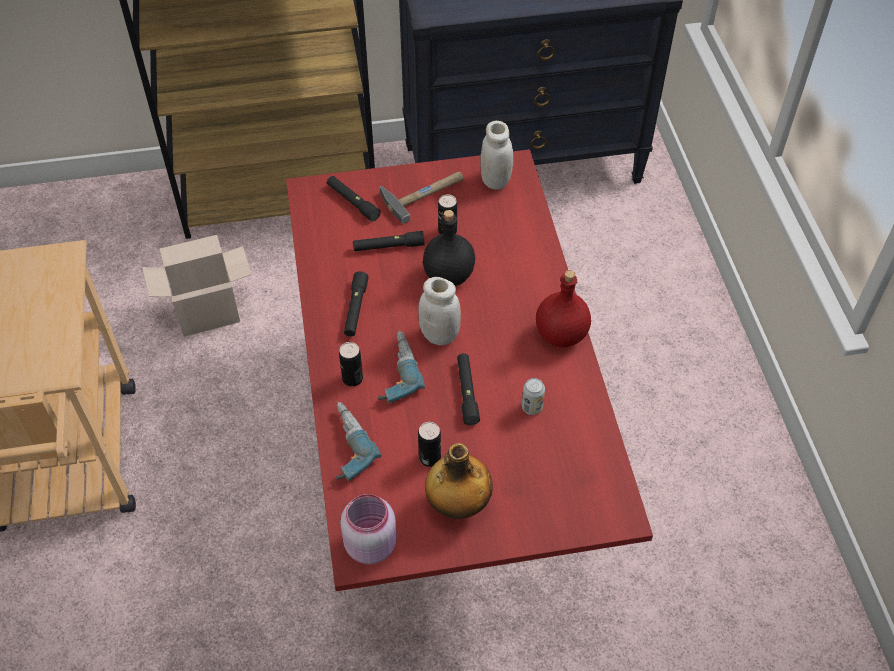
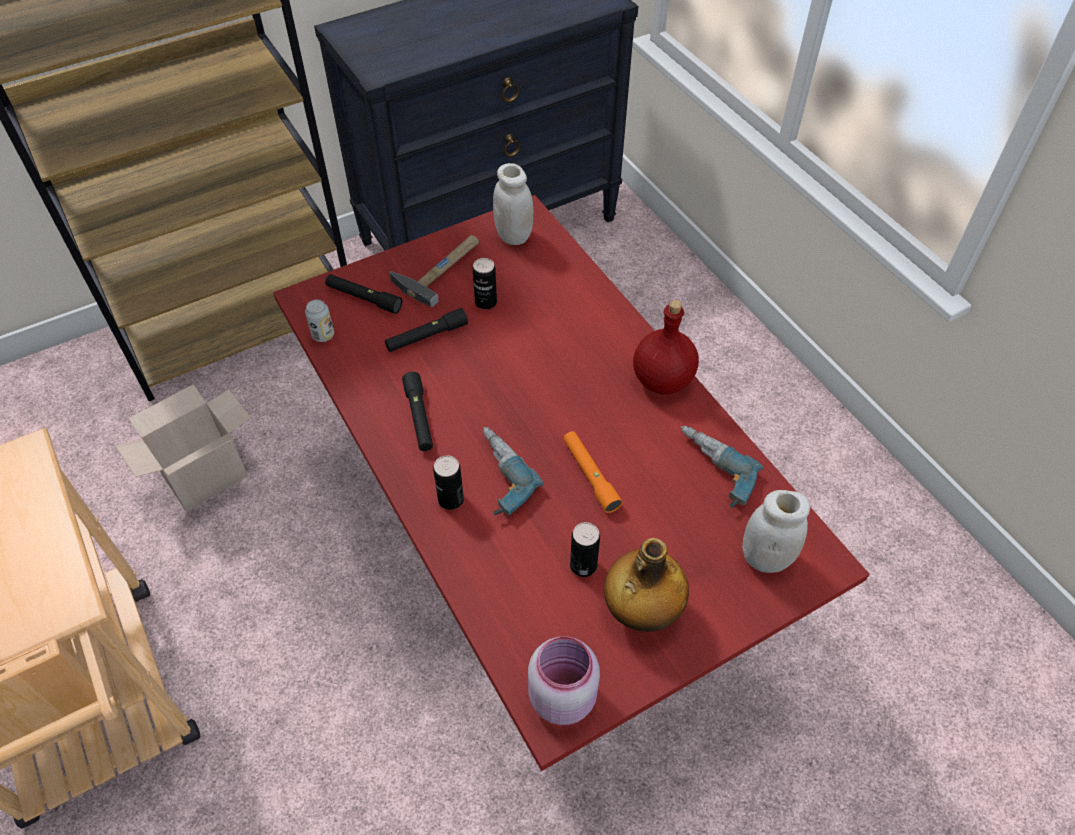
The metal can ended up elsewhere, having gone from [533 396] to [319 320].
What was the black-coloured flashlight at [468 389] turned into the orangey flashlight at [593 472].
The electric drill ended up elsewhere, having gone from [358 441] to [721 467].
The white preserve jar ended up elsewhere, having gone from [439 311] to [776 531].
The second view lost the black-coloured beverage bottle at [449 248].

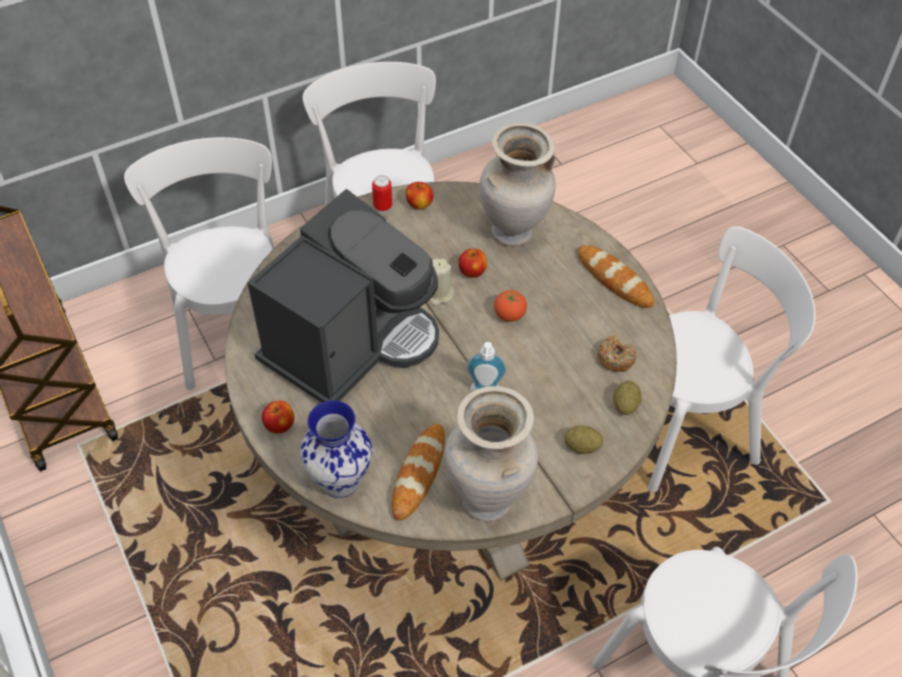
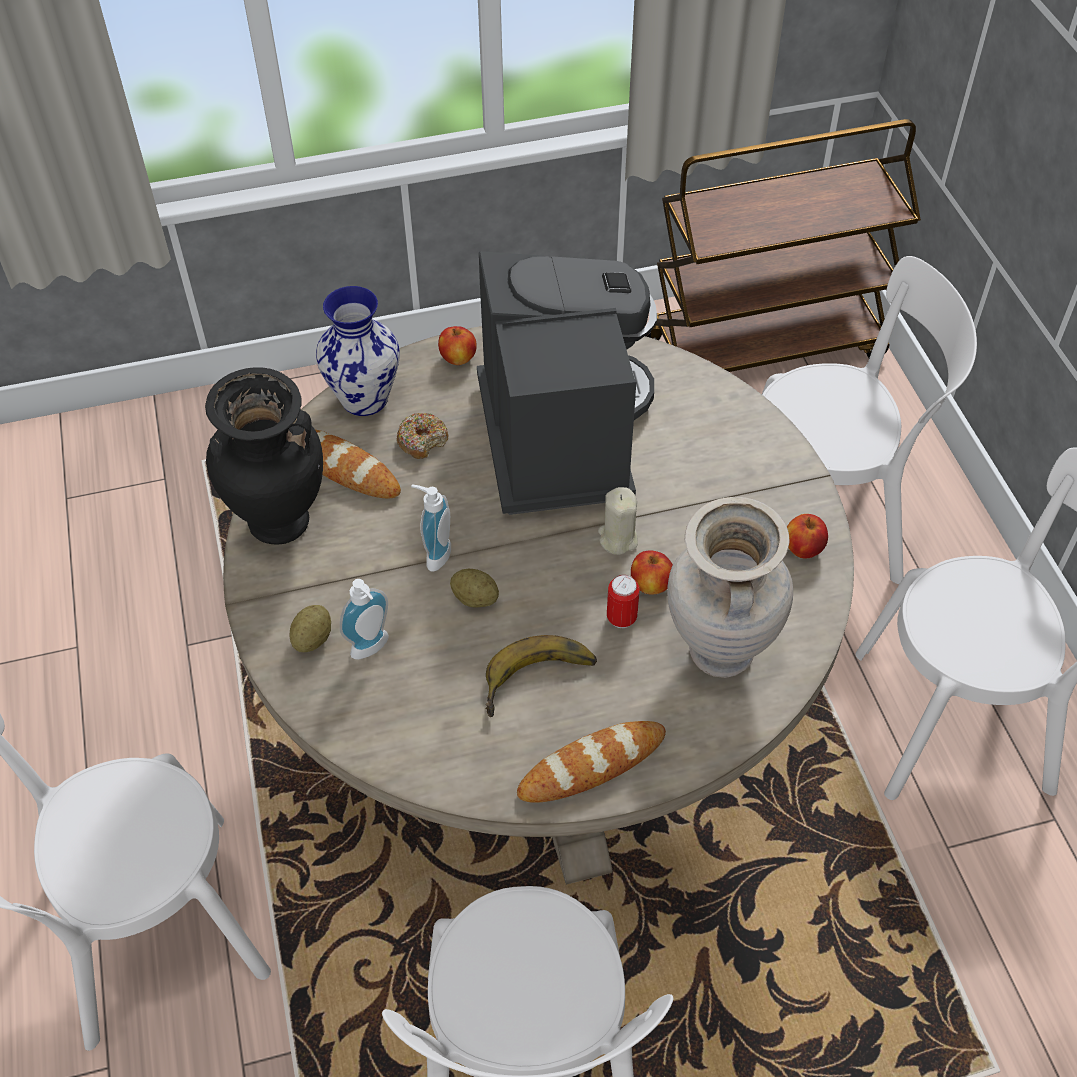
What was the beige-coloured flower vase at [491 453] turned into the black-coloured flower vase at [264 456].
The second view gained the soap dispenser at [364 619].
The ring doughnut ended up elsewhere, having gone from [616 353] to [422 436].
The potato ended up elsewhere, having gone from [627 398] to [474 588].
The coffee brewer at [343 296] ended up facing another way, 150 degrees counterclockwise from before.
The second view gained the banana fruit at [541 676].
The metal can ended up elsewhere, having gone from [382 194] to [623 601].
The second view lost the fresh tomato at [510 306].

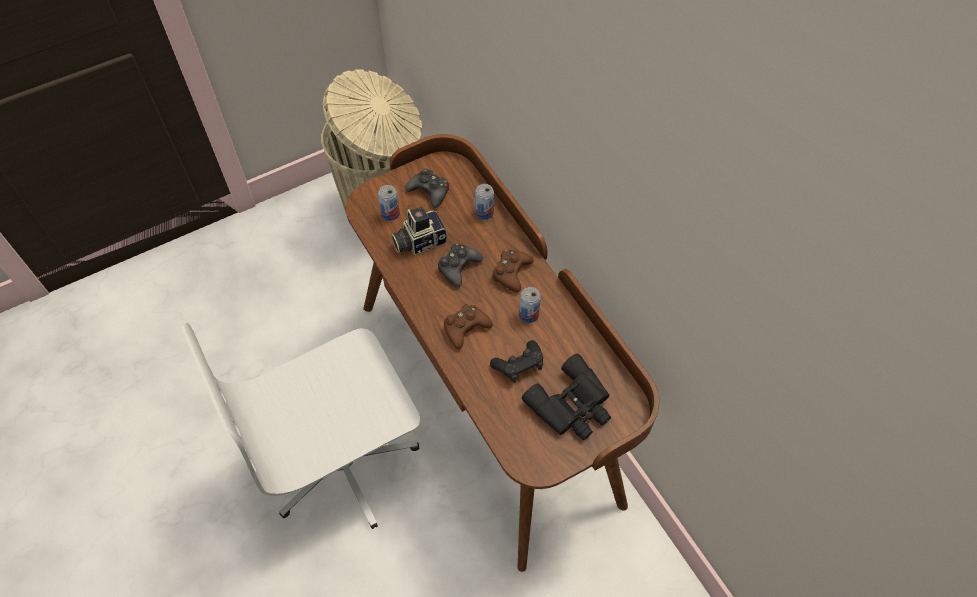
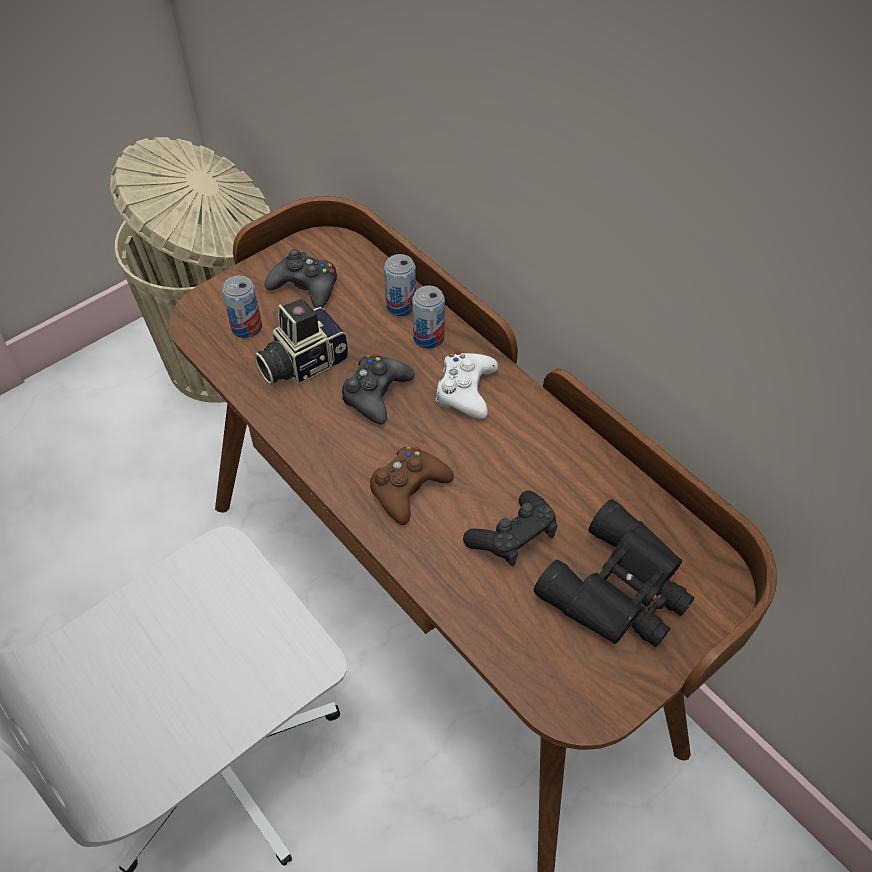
The metal can ended up elsewhere, having gone from [530 305] to [428 317].
What was the brown-coloured joypad at [513 270] turned into the white joypad at [466 385].

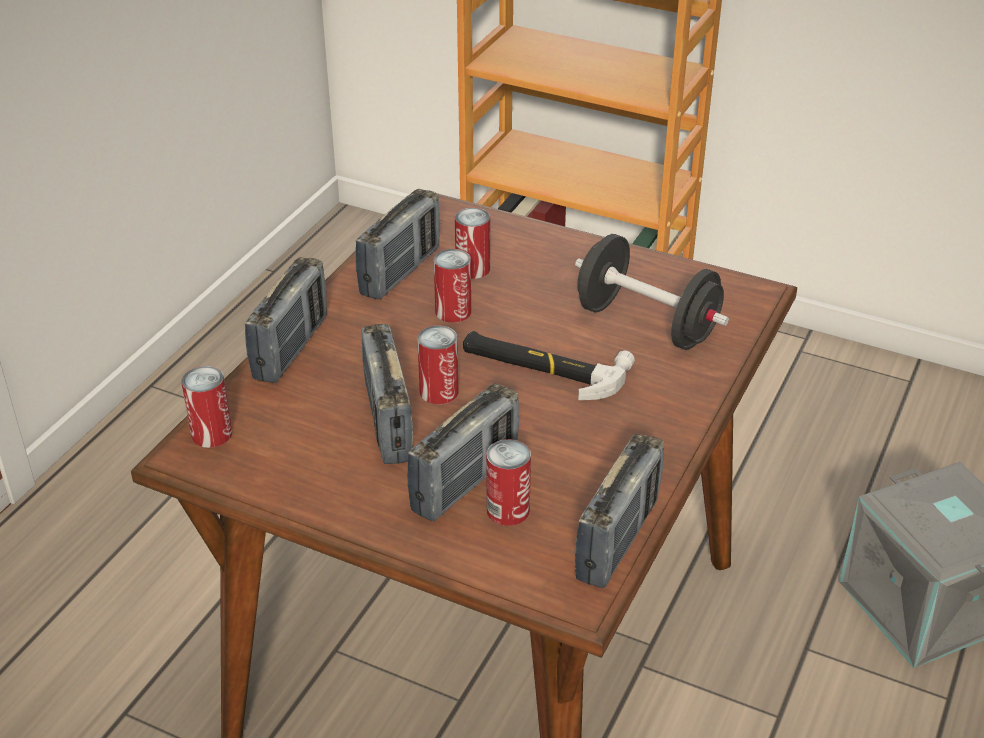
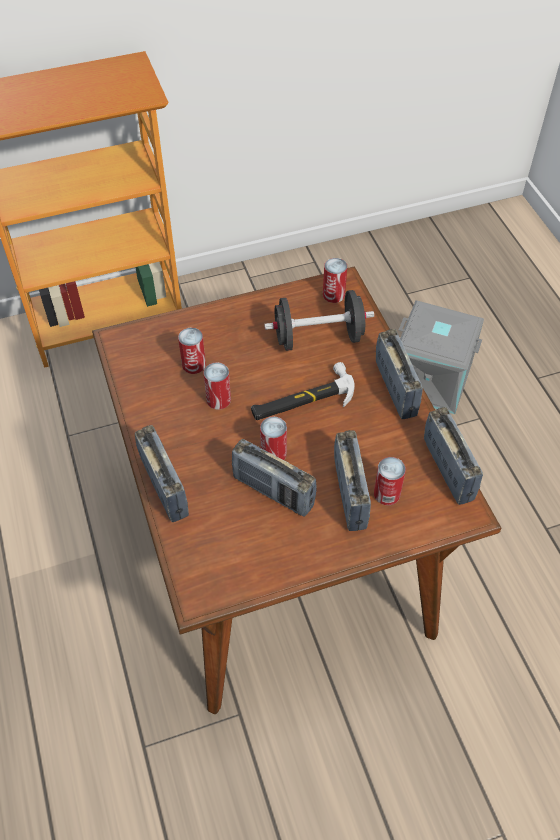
The metal can ended up elsewhere, having gone from [206 407] to [335 280].
The radio set ended up elsewhere, having gone from [397 244] to [399 374].

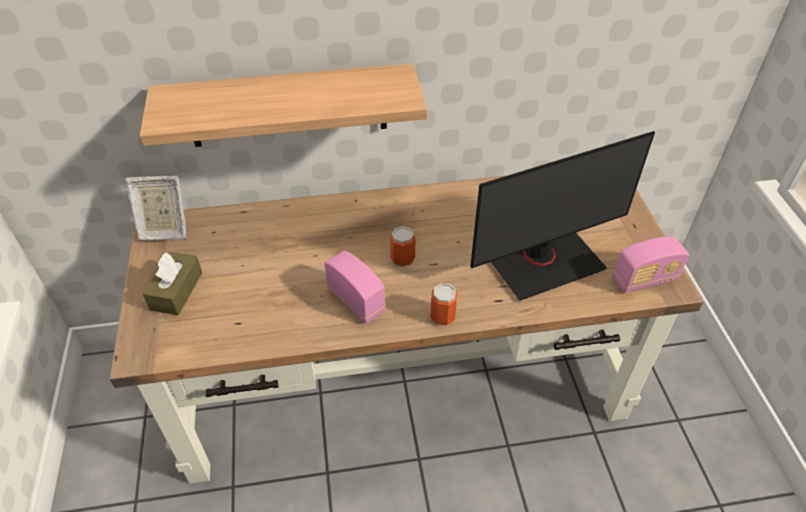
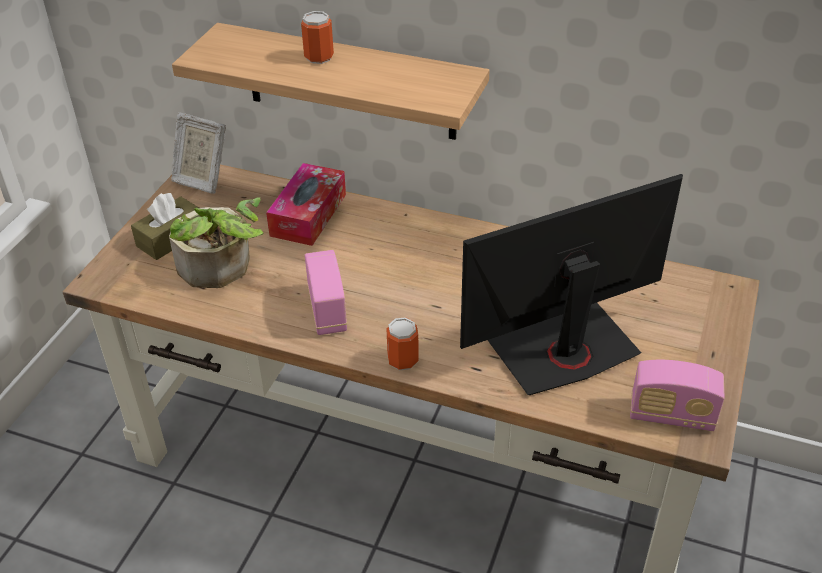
The second view gained the houseplant at [216 243].
The second view gained the tissue holder at [306 204].
The metal can ended up elsewhere, having gone from [403 246] to [317 37].
The computer screen at [562 216] ended up facing another way, 150 degrees clockwise from before.

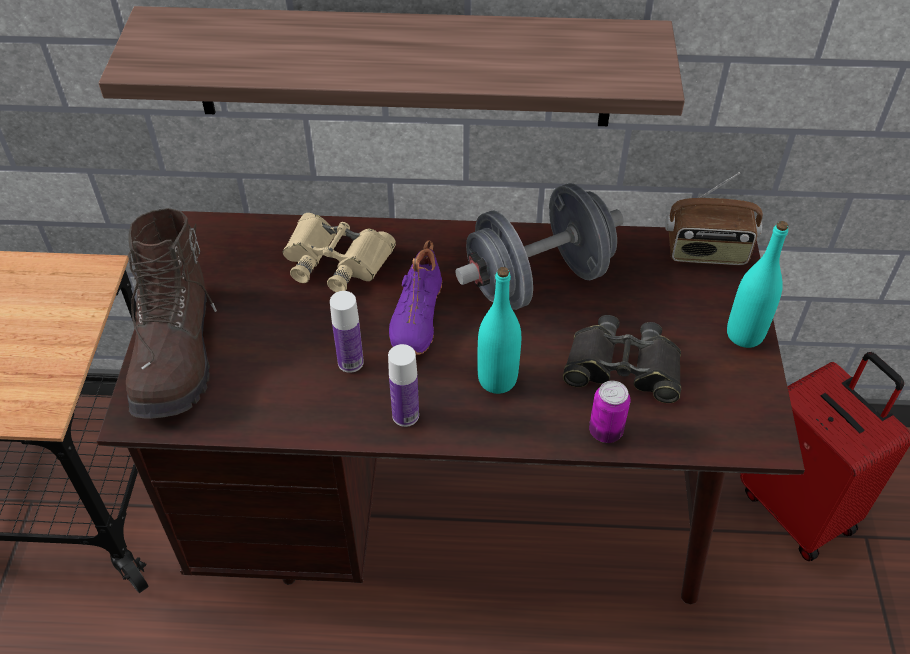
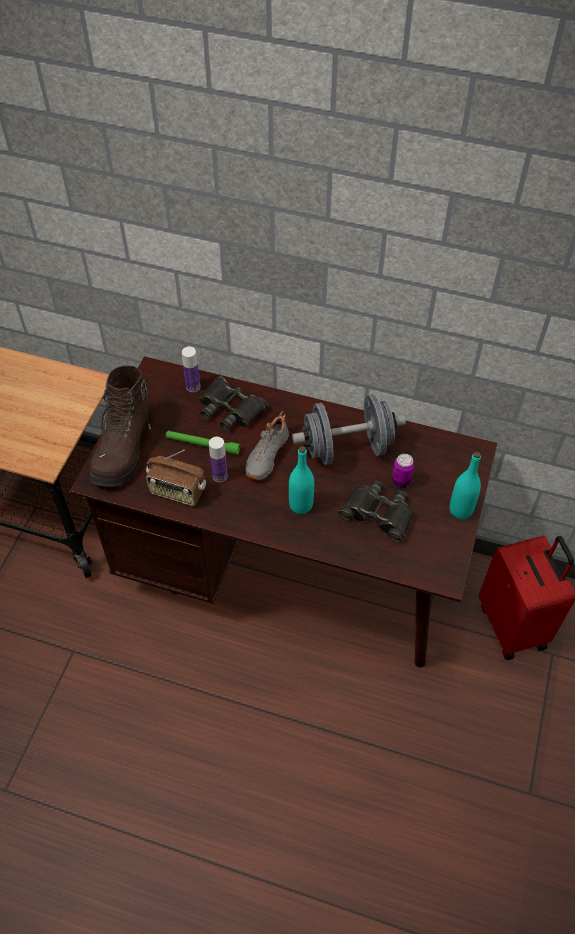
The radio set ended up elsewhere, having gone from [714 218] to [176 478].
The second view gained the green flashlight at [203 442].
The beverage bottle ended up elsewhere, having gone from [403 385] to [191 369].
What was the beige-coloured pair of binoculars at [339 252] turned into the black-coloured pair of binoculars at [233 404].
What was the purple low shoe at [415 297] turned into the grey low shoe at [267 445].
The metal can ended up elsewhere, having gone from [610 412] to [403 471].
The second view lost the wall shelf at [392 66].

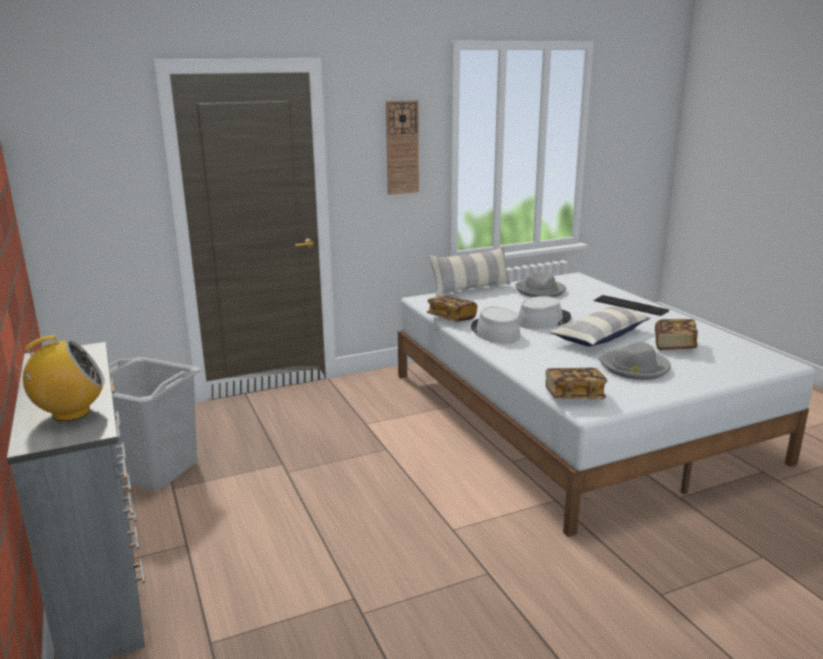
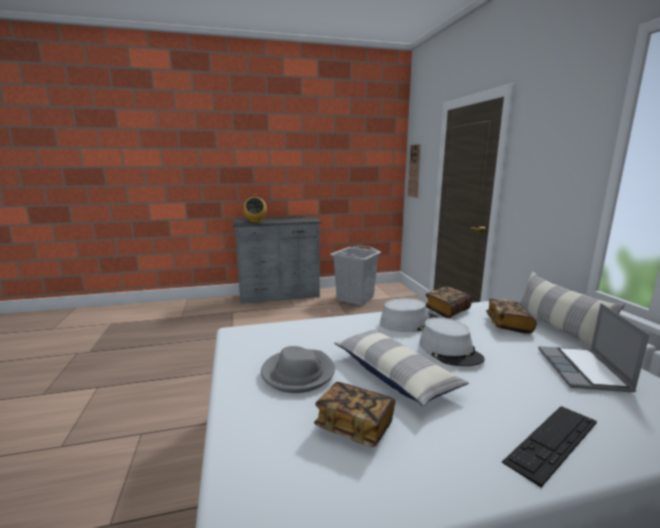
The wall clock ended up elsewhere, having gone from [402 147] to [414 171].
The book ended up elsewhere, having gone from [577 383] to [511 316].
Where the grey hat stood at [540 284], the portable computer came to stand at [594 347].

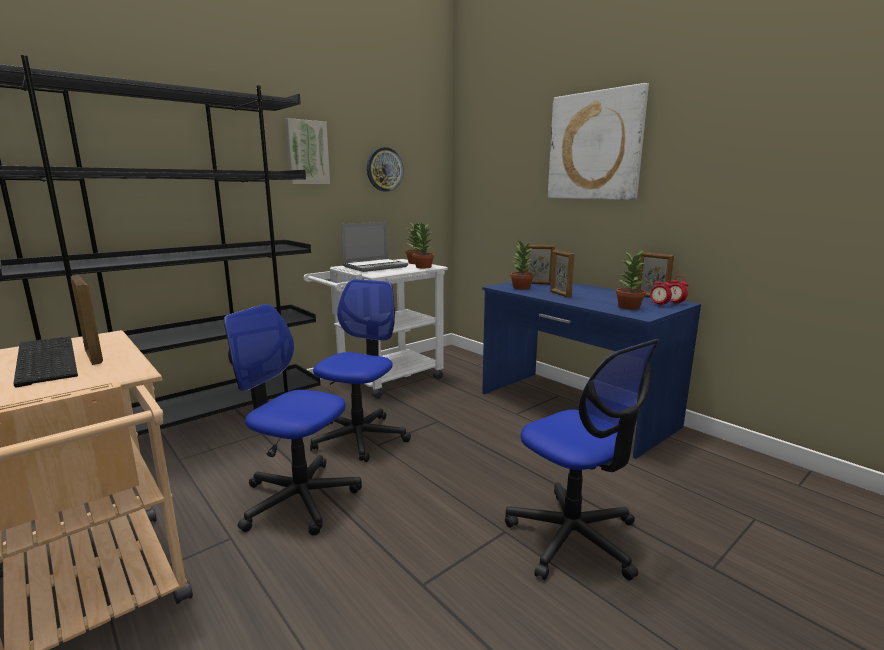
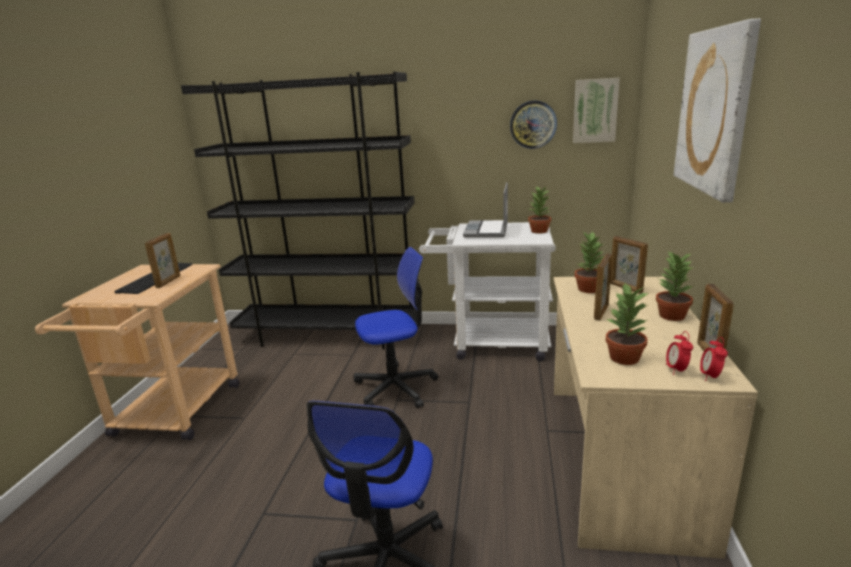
The portable computer at [374 247] ended up facing another way, 90 degrees clockwise from before.
What was the blue-coloured desk at [591 370] turned into the beige-coloured desk at [656 418].
The wall picture ended up elsewhere, having gone from [307 151] to [596 110].
The houseplant ended up elsewhere, having gone from [423 245] to [674 286].
The second view lost the office chair at [293 419].

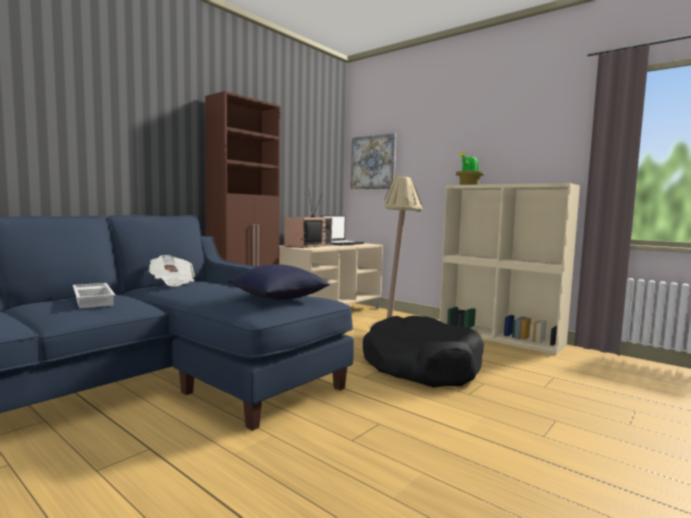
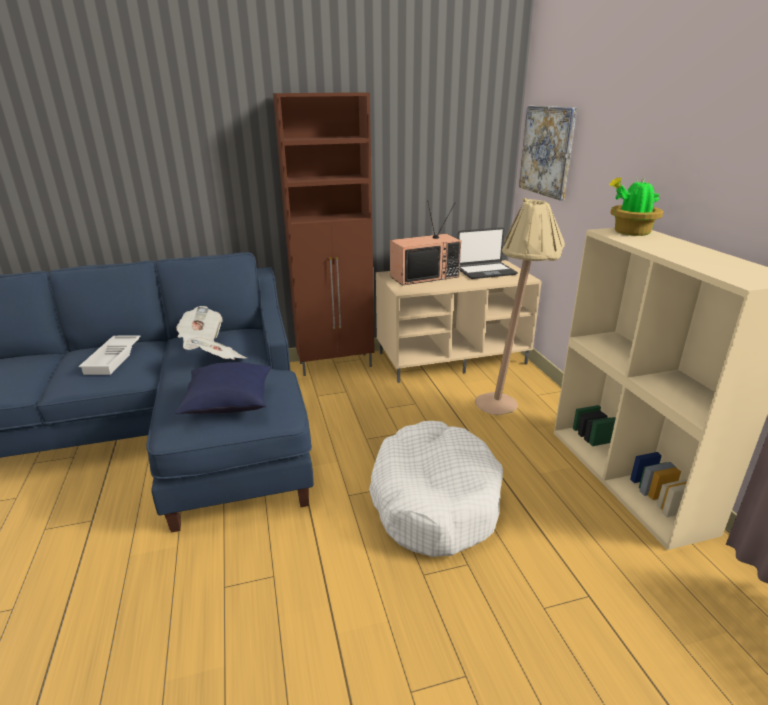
The second view gained the printed paper at [217 348].
What was the black-coloured dog cushion at [423 352] turned into the white dog cushion at [436 489].

